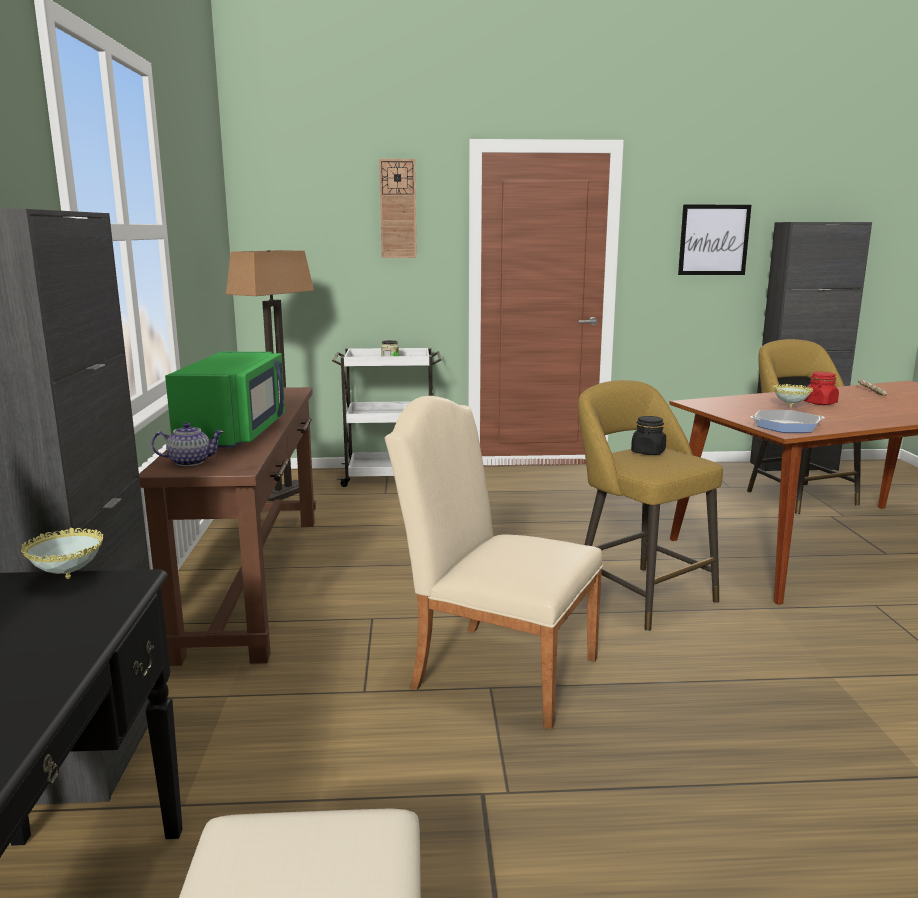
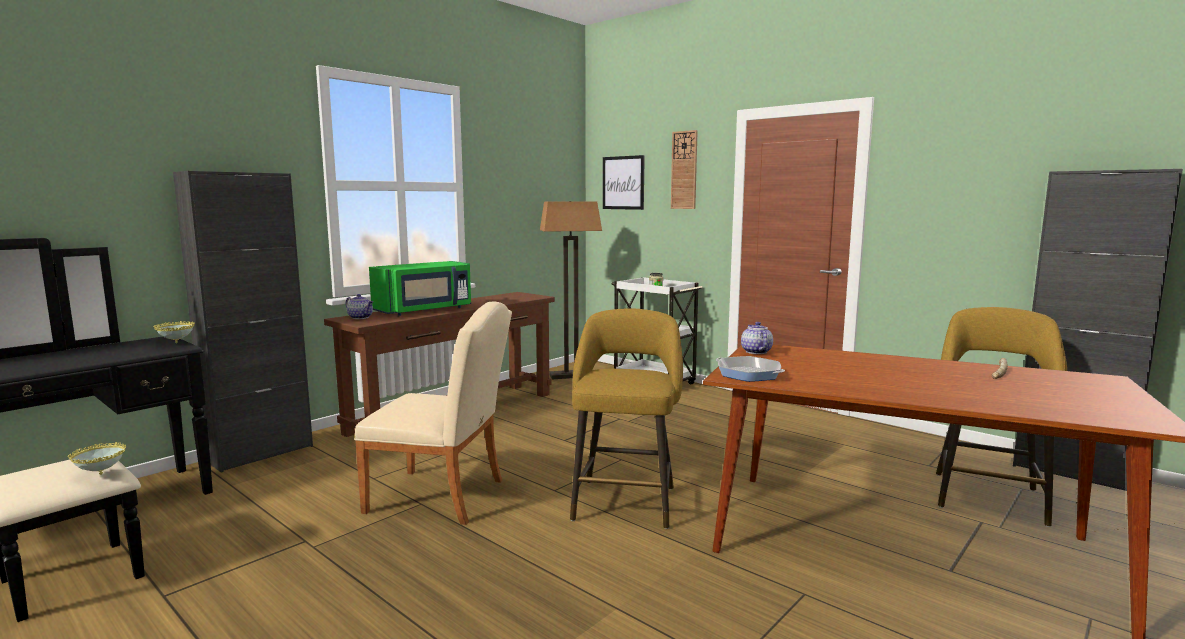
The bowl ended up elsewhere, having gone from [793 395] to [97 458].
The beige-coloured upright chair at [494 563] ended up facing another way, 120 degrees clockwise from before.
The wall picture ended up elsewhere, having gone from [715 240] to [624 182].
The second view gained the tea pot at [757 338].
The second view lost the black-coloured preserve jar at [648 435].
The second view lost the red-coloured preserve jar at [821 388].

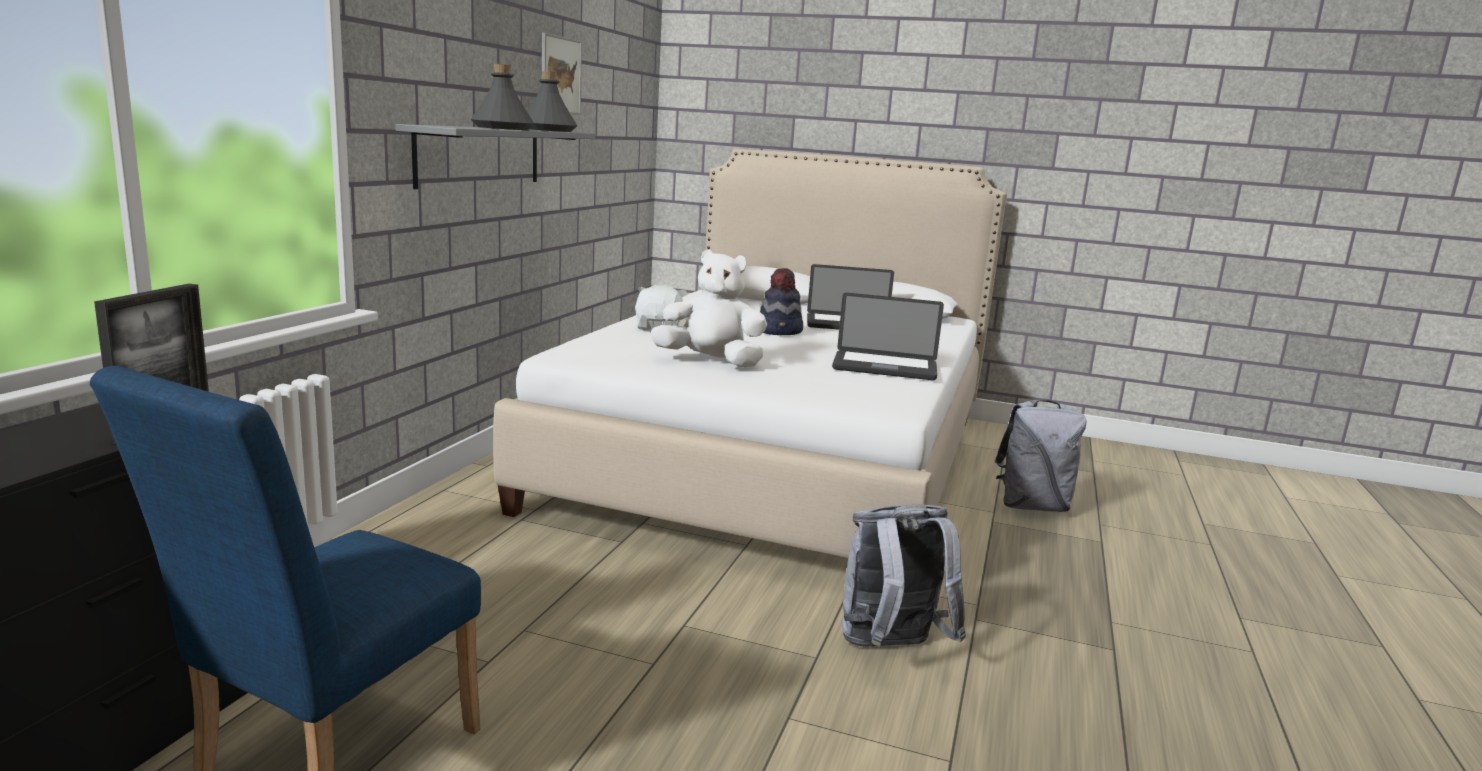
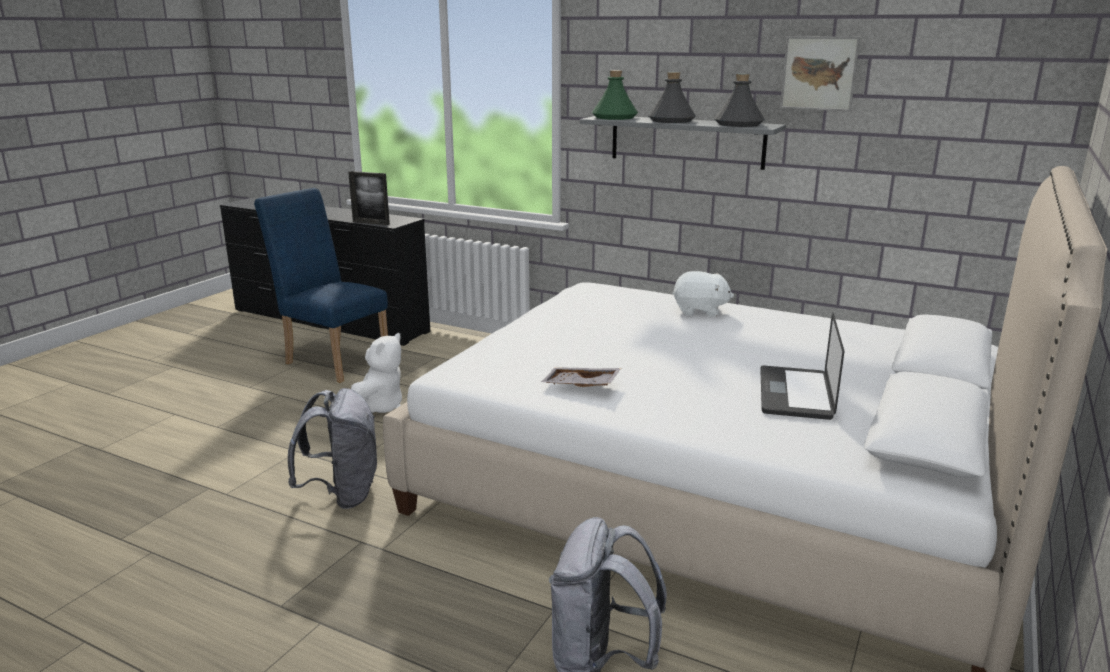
The white plush toy ended up elsewhere, having gone from [708 308] to [376 373].
Where the portable computer stood at [888 336], the grey carrying tray came to stand at [581 377].
The second view gained the green beverage bottle at [615 95].
The second view lost the hat at [781 301].

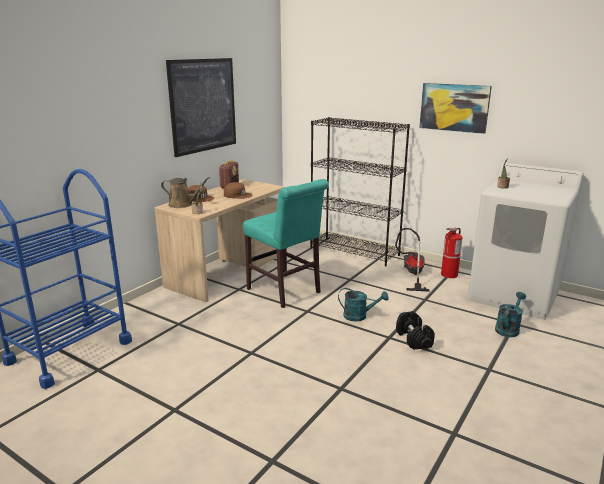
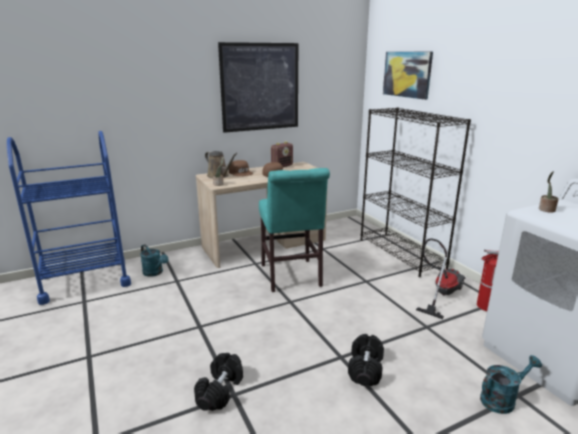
The turquoise sprinkling can ended up elsewhere, having gone from [363 305] to [154 260].
The second view gained the black-coloured hand weight at [218 382].
The wall picture ended up elsewhere, having gone from [455 108] to [408 76].

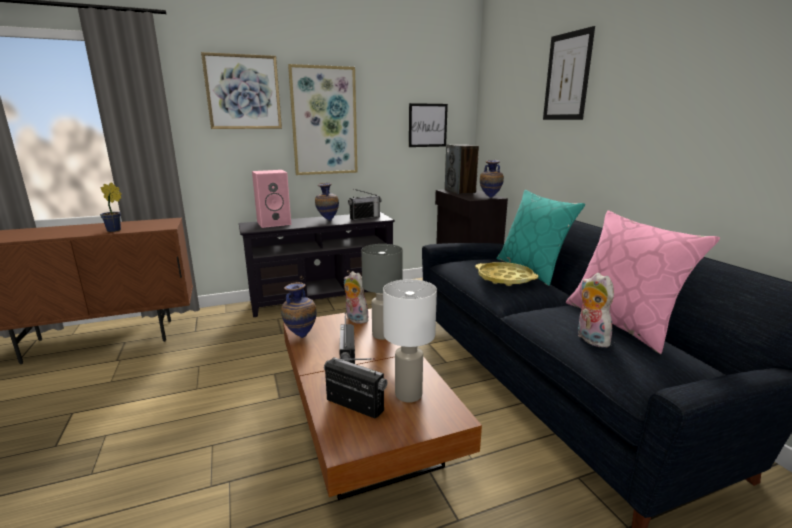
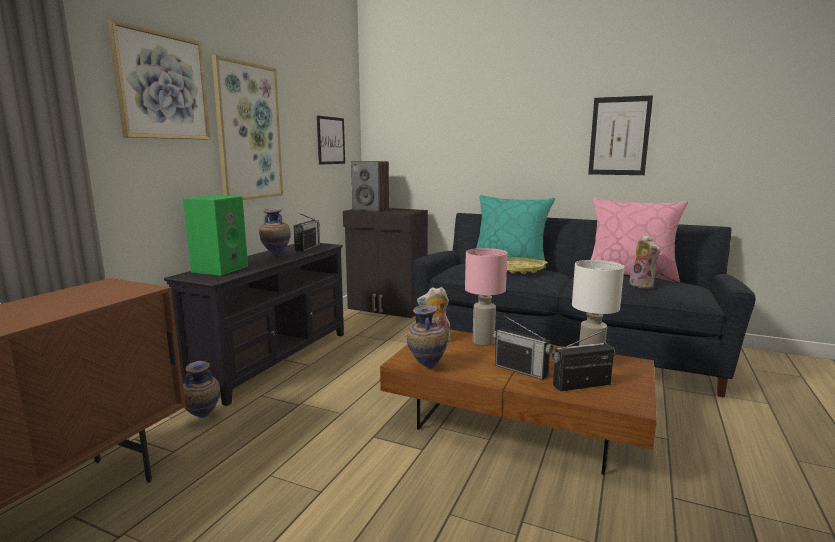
What was the pink-coloured audio speaker at [271 199] turned into the green audio speaker at [215 235].
The flower vase ended up elsewhere, having gone from [492 179] to [201 389].
What was the grey table lamp at [382 292] turned into the pink-coloured table lamp at [486 297].
The wall picture ended up elsewhere, having gone from [569 73] to [620 135].
The plush toy at [596 310] ended up facing another way, 135 degrees counterclockwise from before.
The second view lost the houseplant at [111 207].

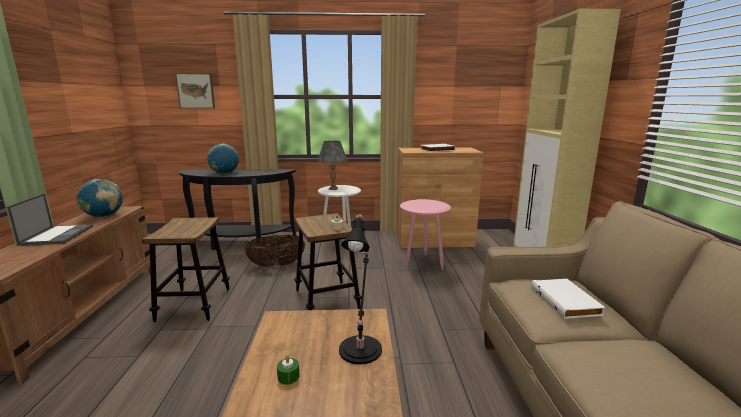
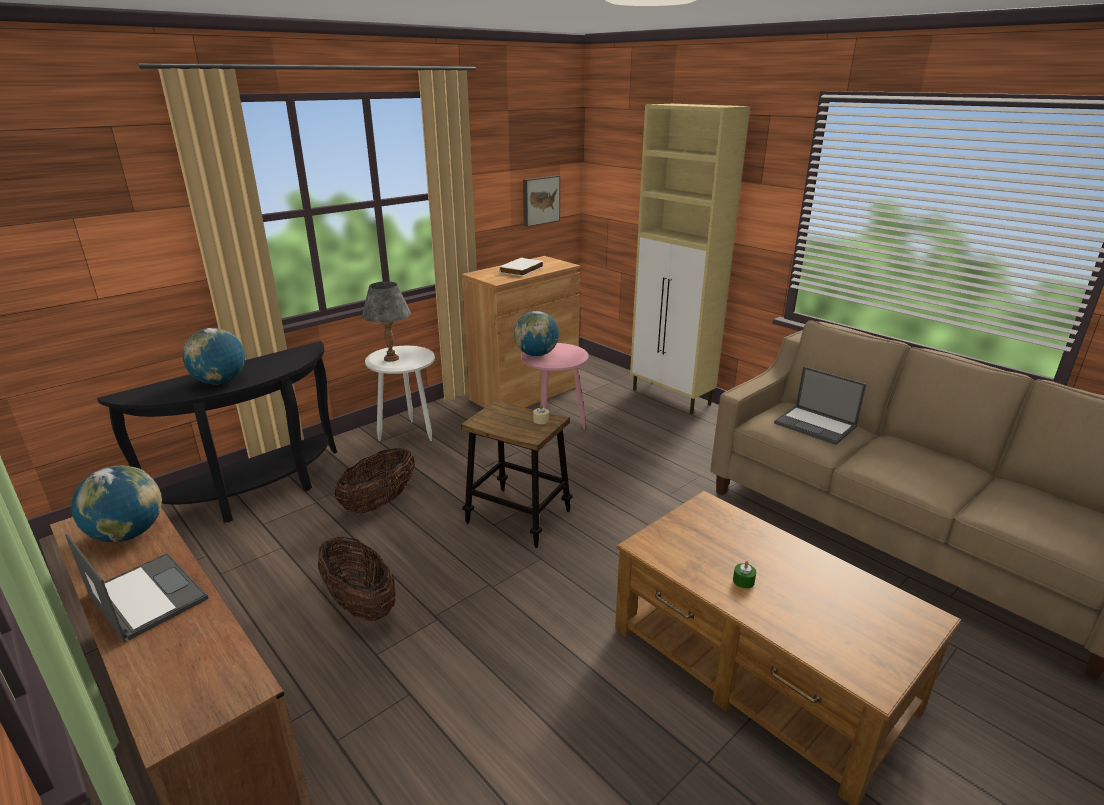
Where the stool seat stood at [186 269], the basket came to stand at [357 578].
The second view gained the globe at [536 334].
The wall picture ended up elsewhere, having gone from [195 90] to [541 201].
Where the white book stood at [568 299], the portable computer came to stand at [820 405].
The second view lost the black-coloured table lamp at [360 289].

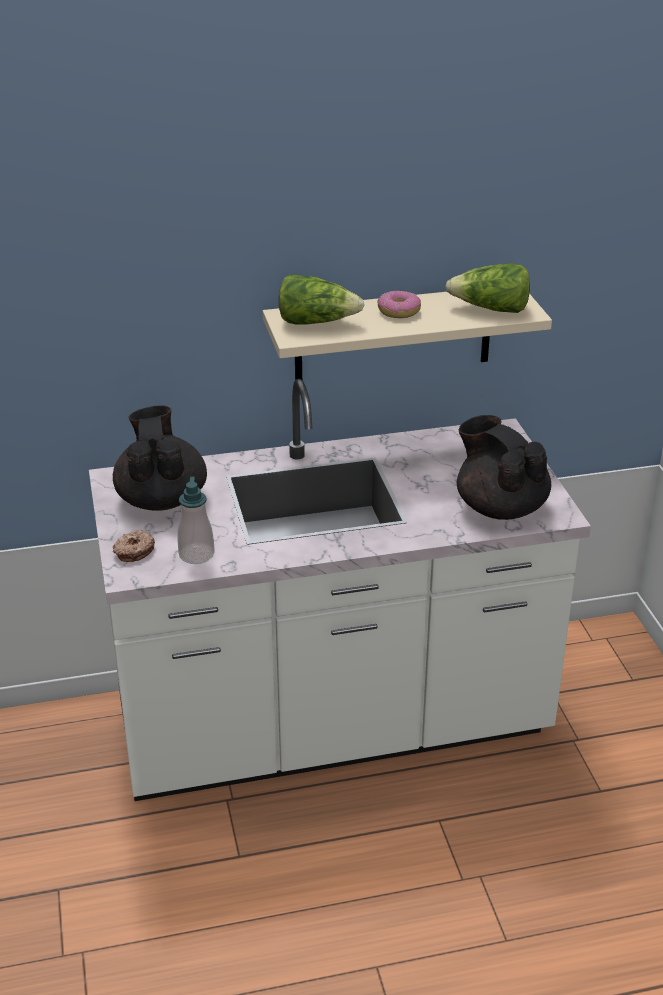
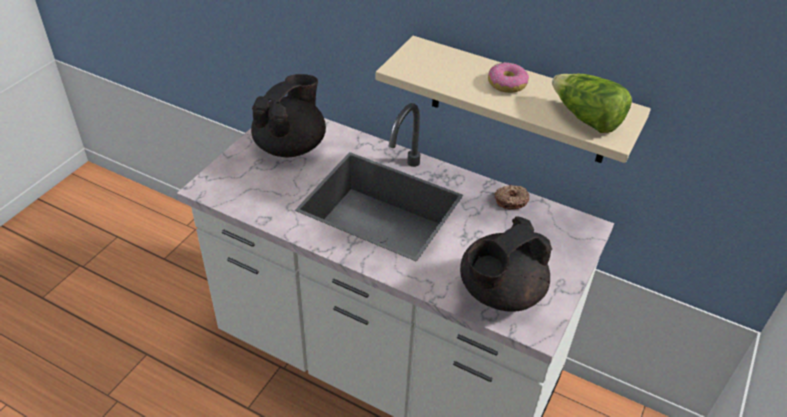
The black-coloured tea pot at [504 467] ended up facing another way, 135 degrees counterclockwise from before.
The ring doughnut ended up elsewhere, having gone from [134 546] to [512 197].
The second view lost the soap dispenser at [196 520].
The second view lost the lettuce head at [321 299].

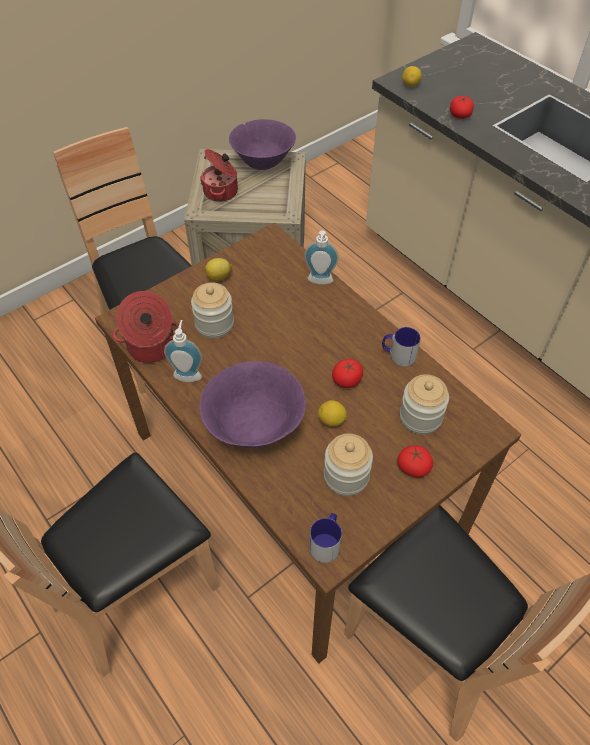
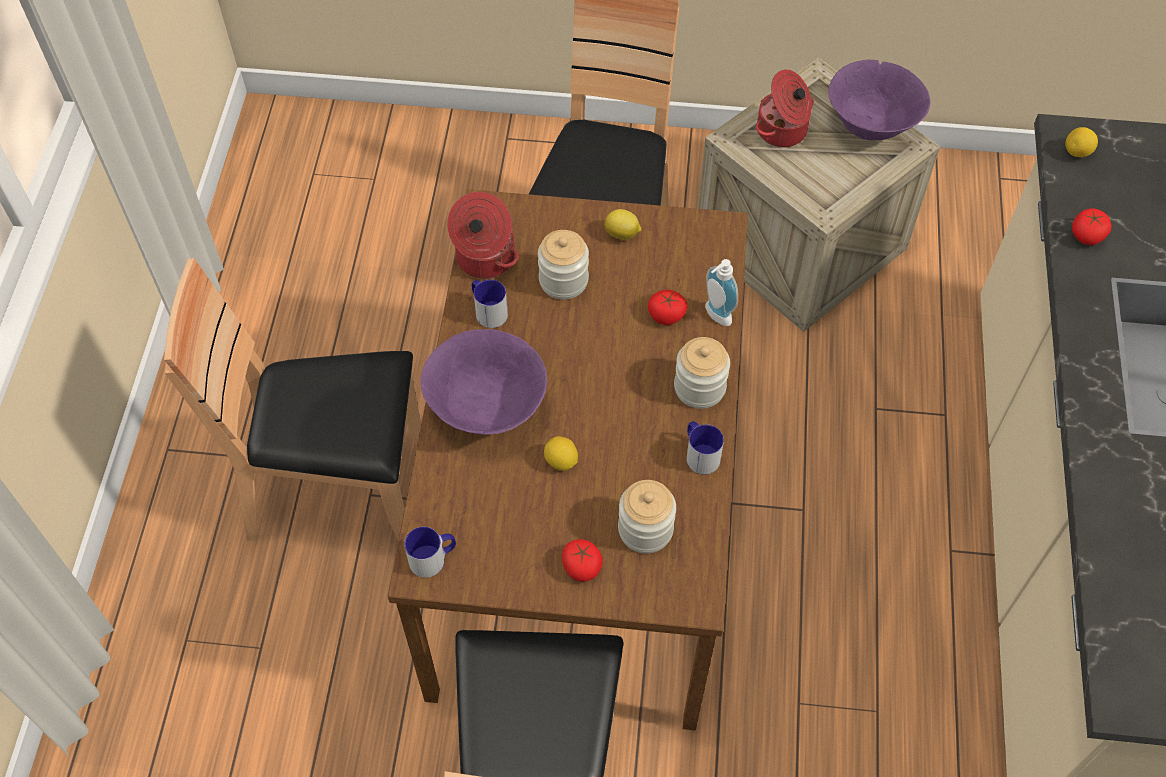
Where the soap dispenser stood at [183 351], the tea mug came to stand at [490 303].
The fresh tomato ended up elsewhere, having gone from [347 373] to [667 307].
The preserve jar ended up elsewhere, having gone from [348 465] to [702 373].

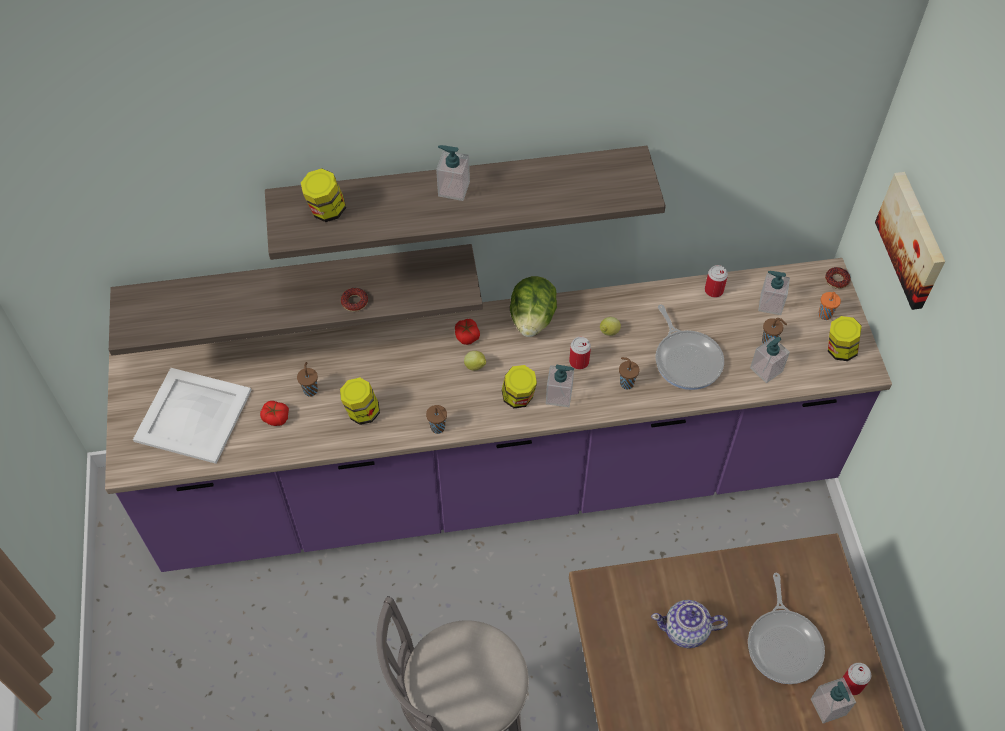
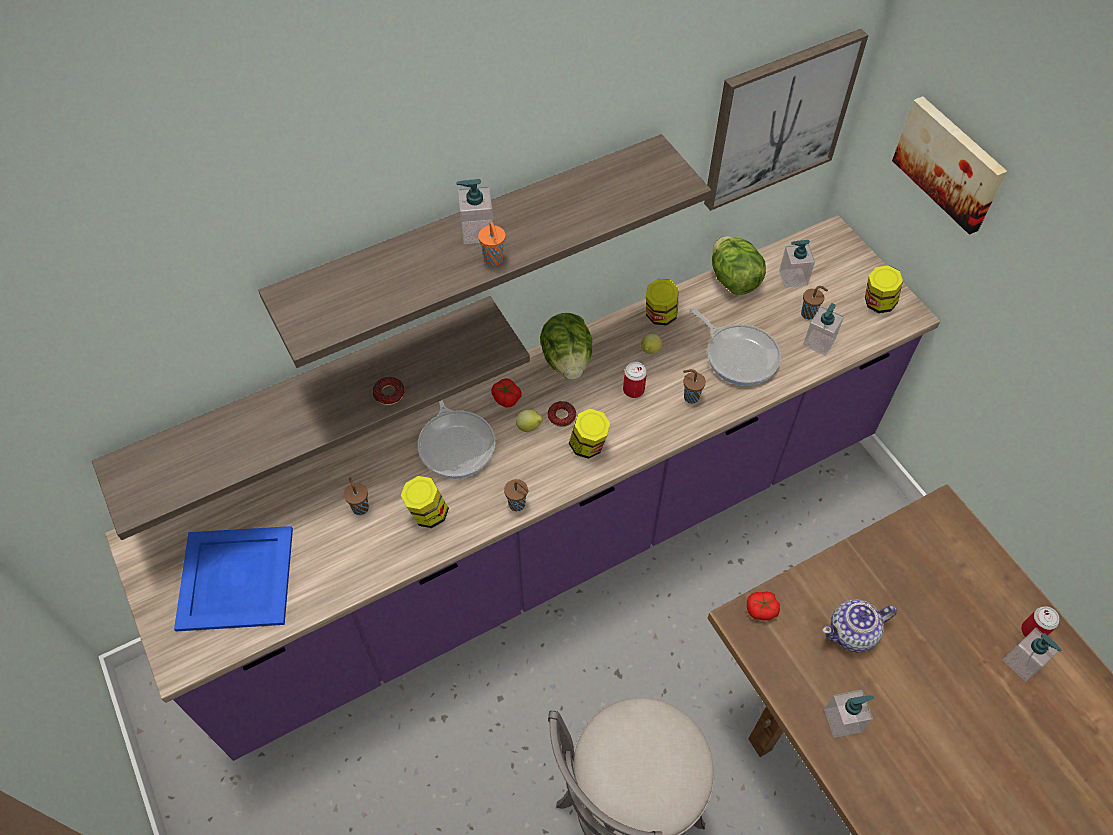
What was the white carrying tray at [192 416] turned into the blue-coloured carrying tray at [233 578].
The skillet ended up elsewhere, having gone from [786 628] to [456 439].
The orangey small cup ended up elsewhere, having gone from [829 306] to [492 244].
The ring doughnut ended up elsewhere, having gone from [838 278] to [562 414].
The preserve jar ended up elsewhere, having gone from [323 195] to [662 302].
The second view gained the wall picture at [786 120].
Where the metal can stood at [716 281], the lettuce head came to stand at [739 265].
The fresh tomato ended up elsewhere, having gone from [274 413] to [763 606].
The soap dispenser ended up elsewhere, having gone from [560 386] to [849 714].

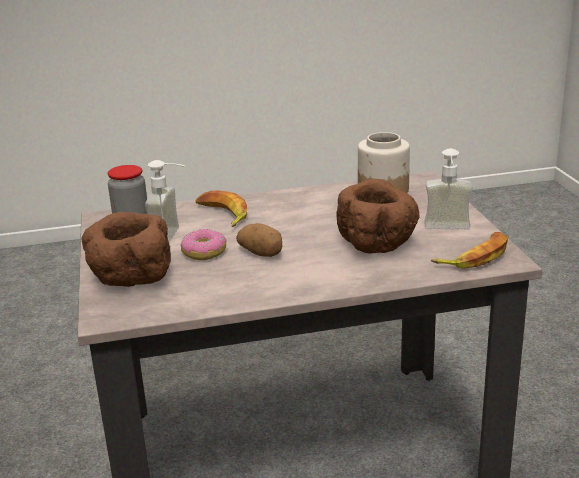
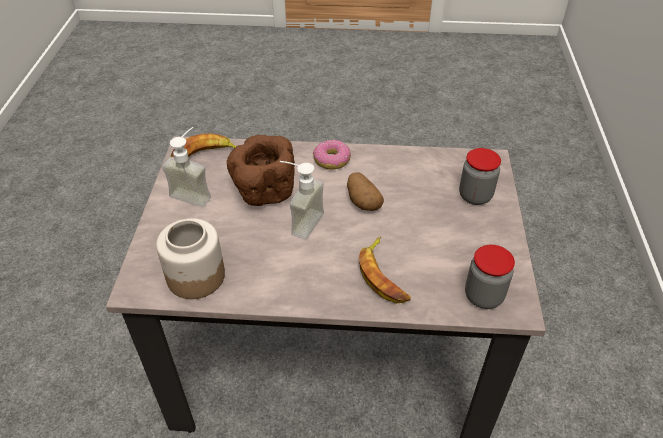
The soap dispenser ended up elsewhere, having gone from [165 201] to [302 200].
The ring doughnut ended up elsewhere, having gone from [204 244] to [332 155].
Where the brown-coloured bowl stood at [126 249], the preserve jar came to stand at [480 176].

